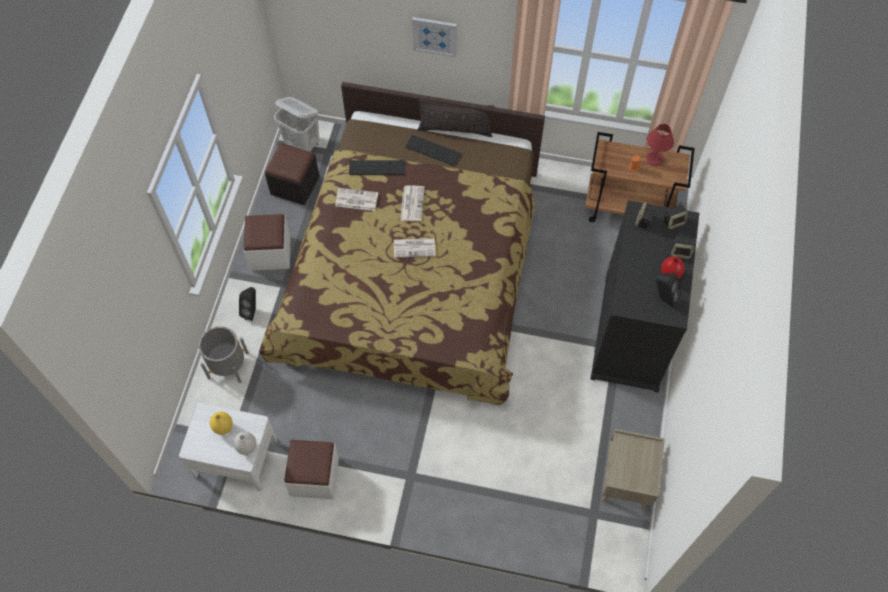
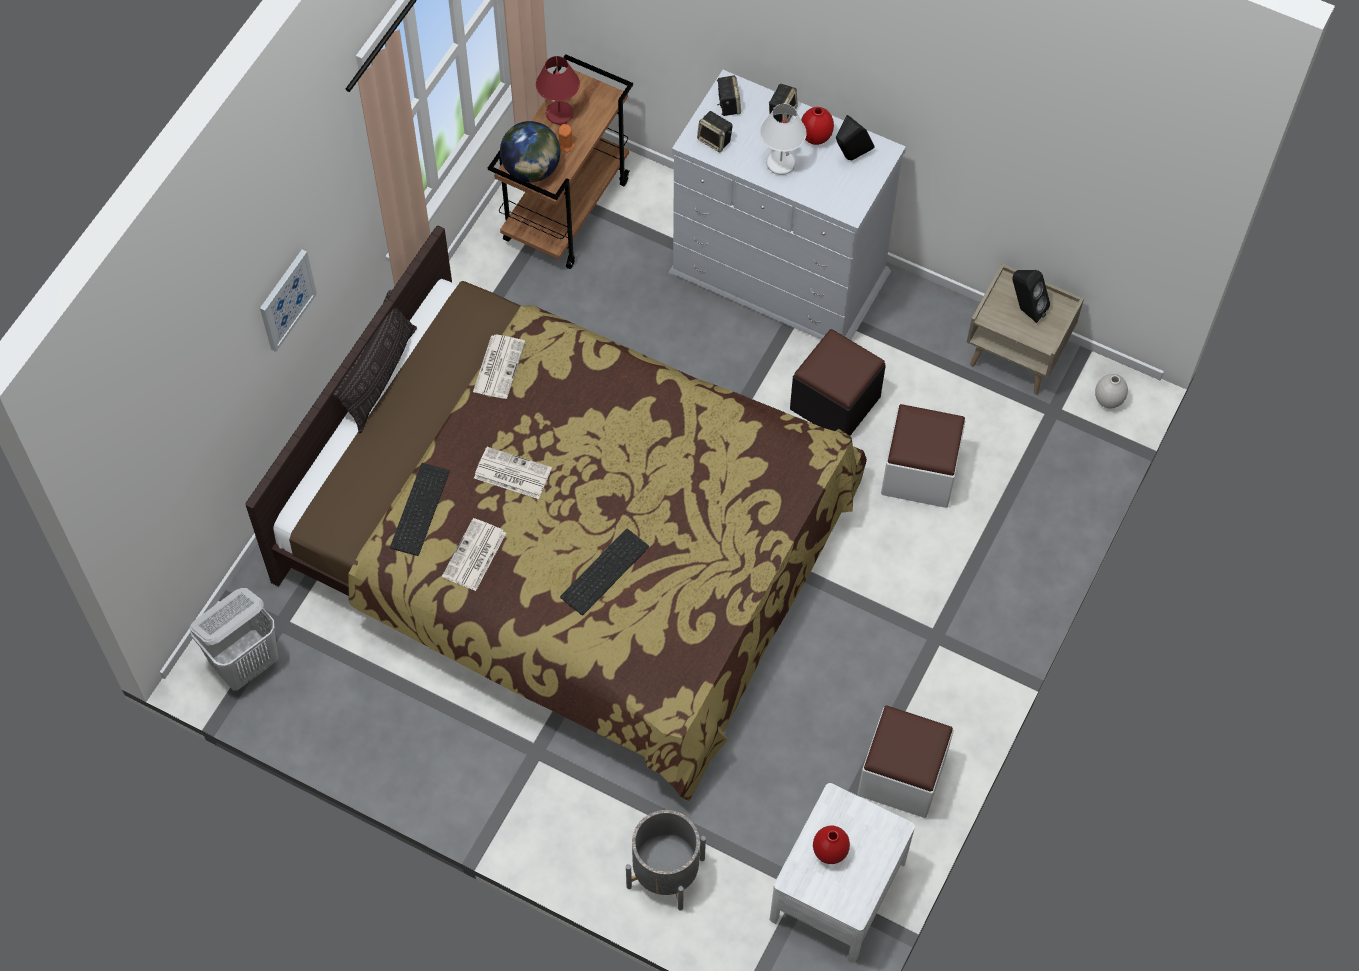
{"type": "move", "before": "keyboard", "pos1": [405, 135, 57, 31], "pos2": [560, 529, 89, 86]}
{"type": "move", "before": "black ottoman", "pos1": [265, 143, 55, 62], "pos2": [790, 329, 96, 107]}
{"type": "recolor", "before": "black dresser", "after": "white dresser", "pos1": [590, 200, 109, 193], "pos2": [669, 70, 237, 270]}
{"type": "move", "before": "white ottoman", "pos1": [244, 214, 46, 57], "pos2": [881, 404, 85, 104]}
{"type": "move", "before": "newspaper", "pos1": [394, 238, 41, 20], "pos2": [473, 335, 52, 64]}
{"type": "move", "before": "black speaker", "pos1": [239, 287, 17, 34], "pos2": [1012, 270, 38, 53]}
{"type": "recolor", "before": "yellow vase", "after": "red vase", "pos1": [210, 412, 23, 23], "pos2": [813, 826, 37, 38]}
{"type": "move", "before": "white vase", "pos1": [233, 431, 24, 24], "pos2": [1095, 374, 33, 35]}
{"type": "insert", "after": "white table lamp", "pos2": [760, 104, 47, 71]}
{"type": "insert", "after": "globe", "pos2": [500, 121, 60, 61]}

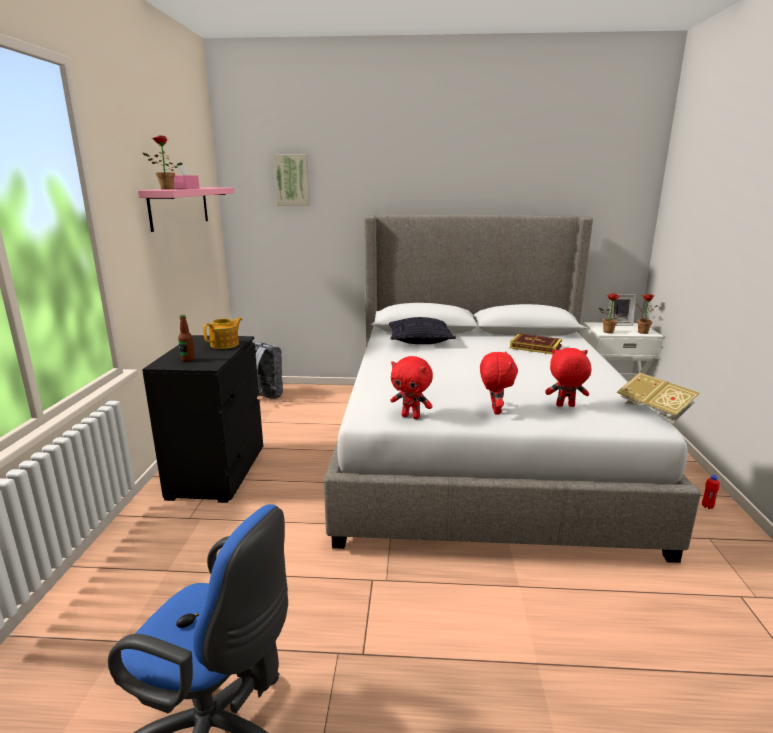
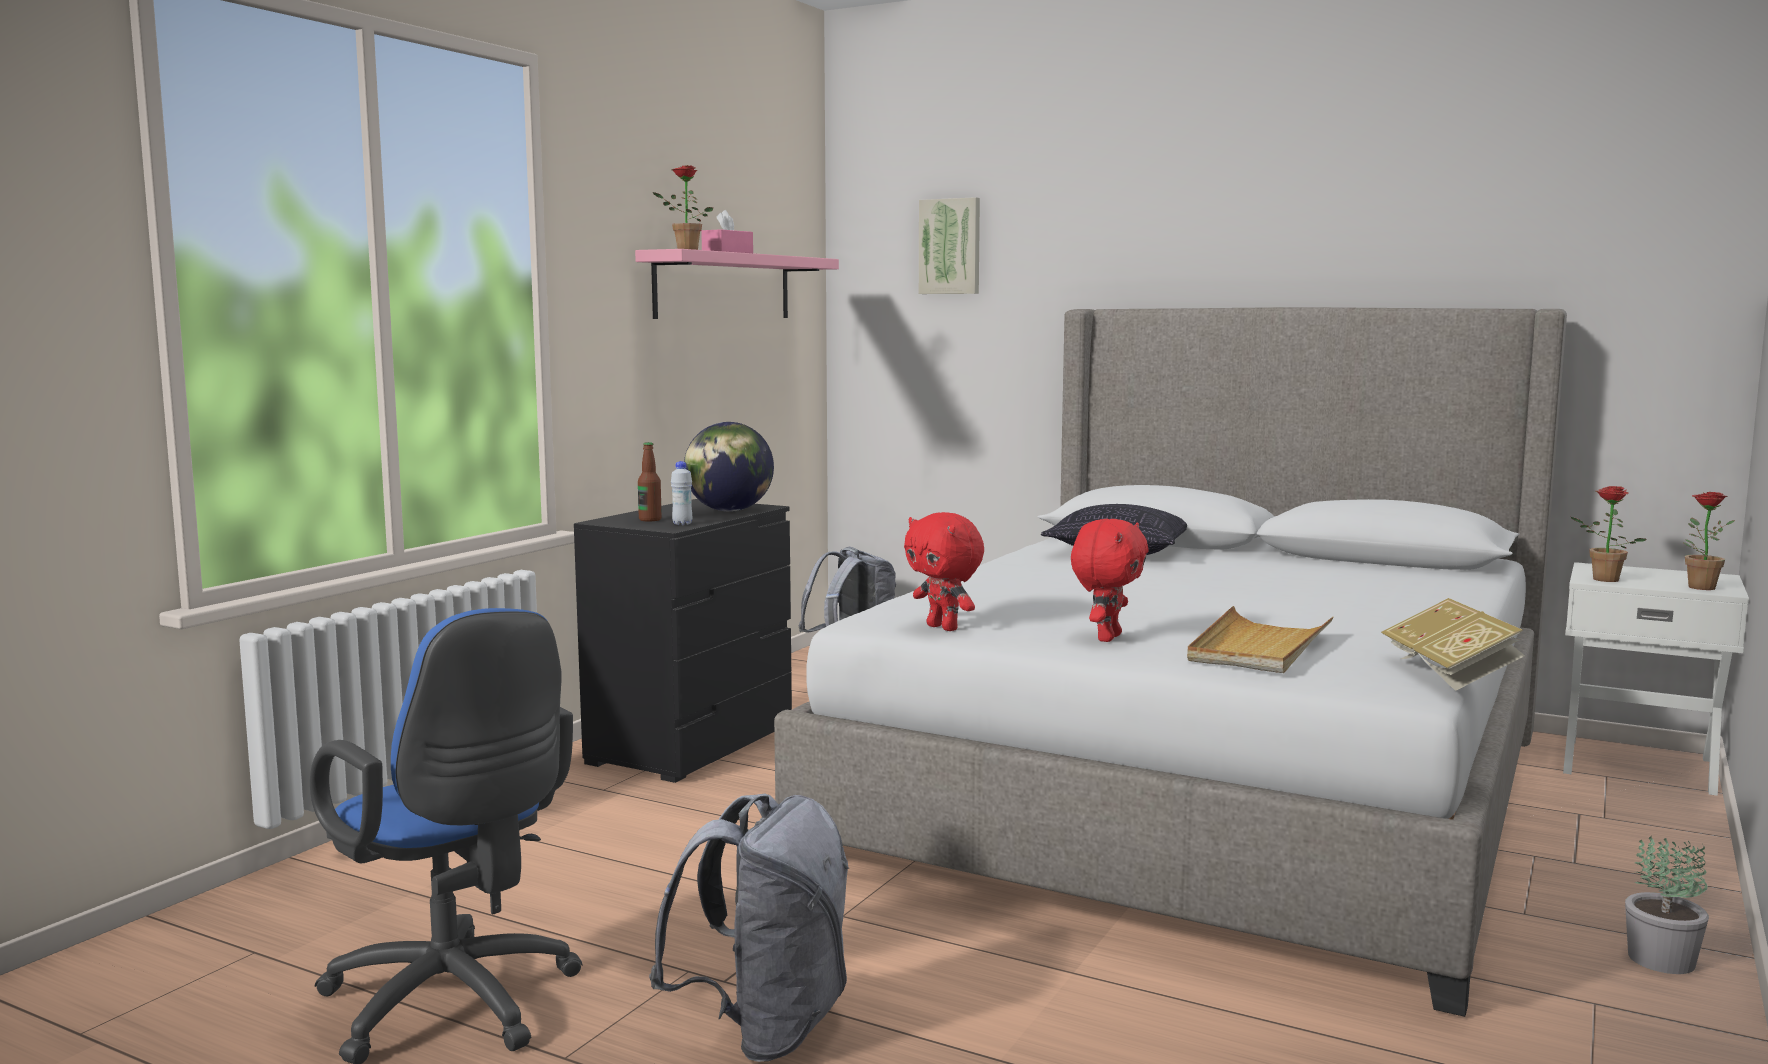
{"type": "delete", "before": "picture frame", "pos1": [607, 294, 29, 32]}
{"type": "replace", "before": "teapot", "after": "globe", "pos1": [203, 317, 39, 32], "pos2": [684, 422, 90, 90]}
{"type": "delete", "before": "book", "pos1": [510, 333, 52, 21]}
{"type": "replace", "before": "red plush toy", "after": "beige tray", "pos1": [545, 348, 46, 59], "pos2": [1187, 606, 146, 67]}
{"type": "replace", "before": "red bottle", "after": "potted plant", "pos1": [702, 475, 18, 34], "pos2": [1625, 837, 84, 137]}
{"type": "insert", "after": "white bottle", "pos2": [671, 461, 21, 64]}
{"type": "insert", "after": "grey backpack", "pos2": [649, 794, 200, 268]}

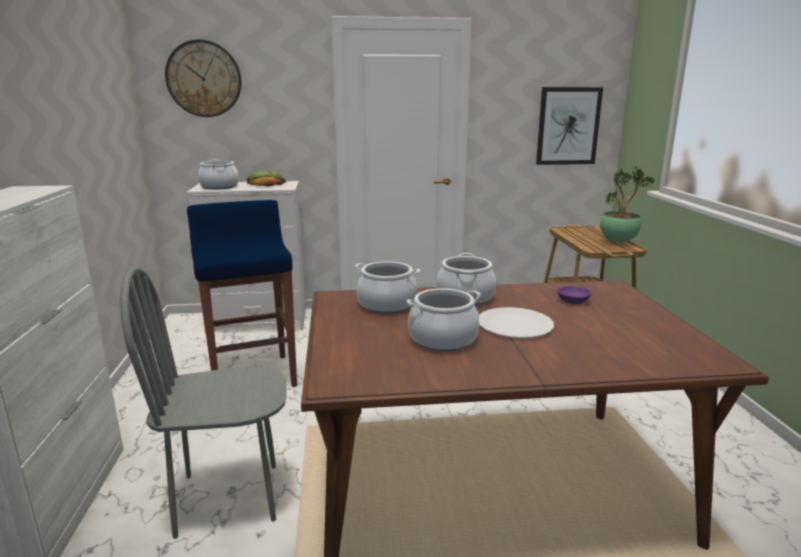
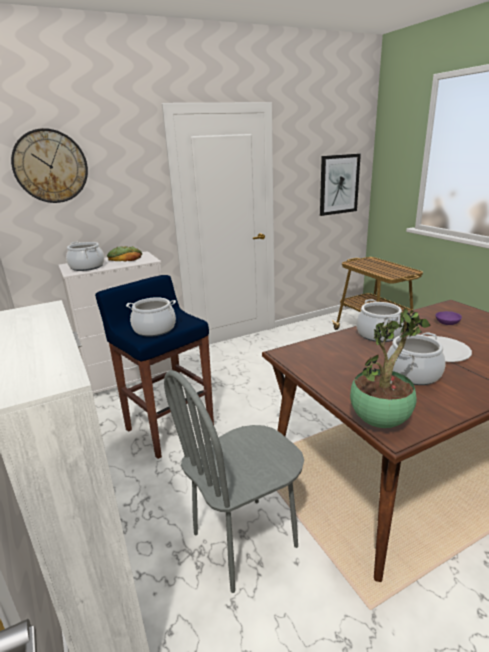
{"type": "move", "before": "potted plant", "pos1": [600, 166, 55, 77], "pos2": [350, 308, 81, 120]}
{"type": "move", "before": "cooking pot", "pos1": [355, 261, 65, 53], "pos2": [126, 297, 50, 40]}

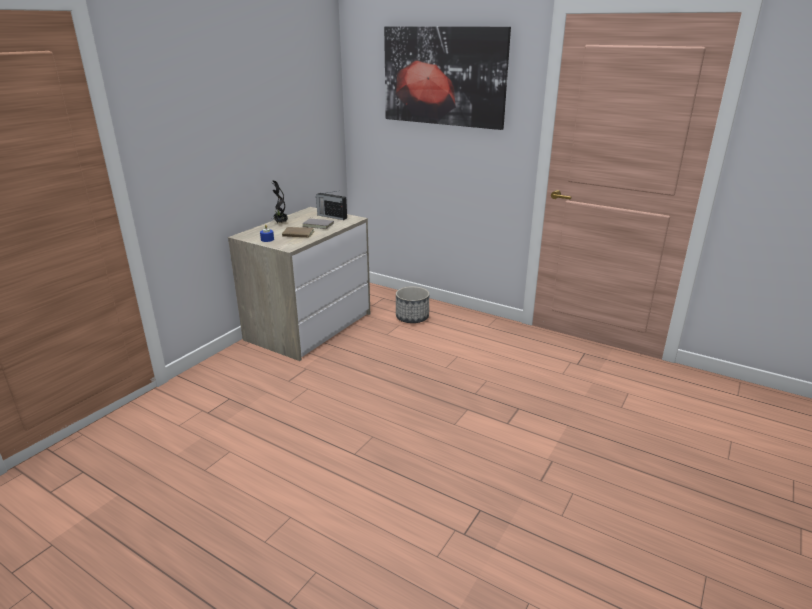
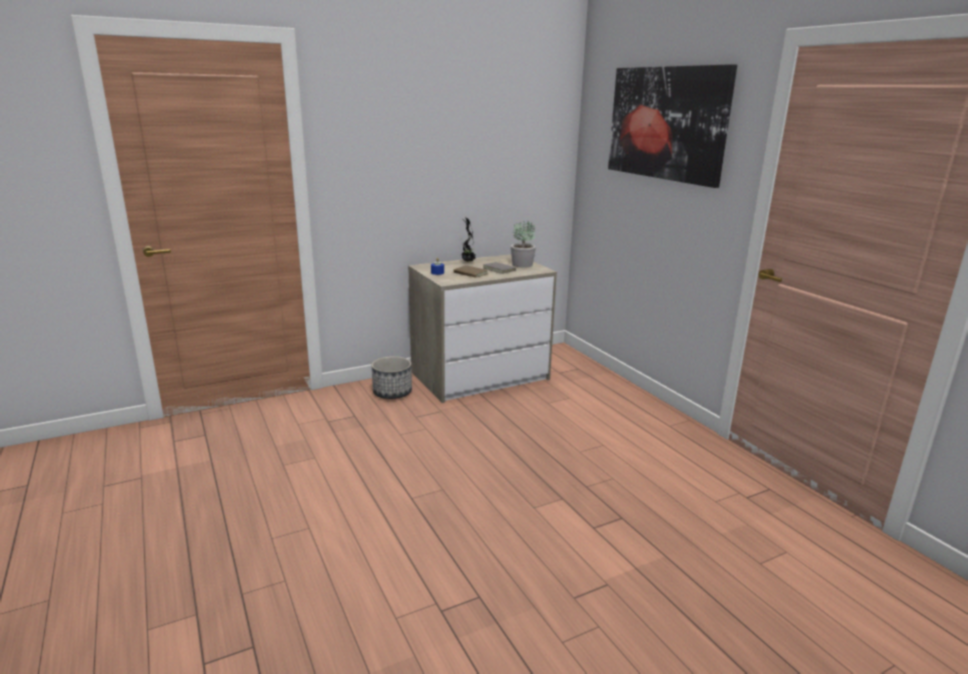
{"type": "replace", "before": "radio", "after": "potted plant", "pos1": [316, 191, 31, 29], "pos2": [511, 221, 25, 47]}
{"type": "move", "before": "planter", "pos1": [396, 286, 33, 37], "pos2": [372, 356, 40, 43]}

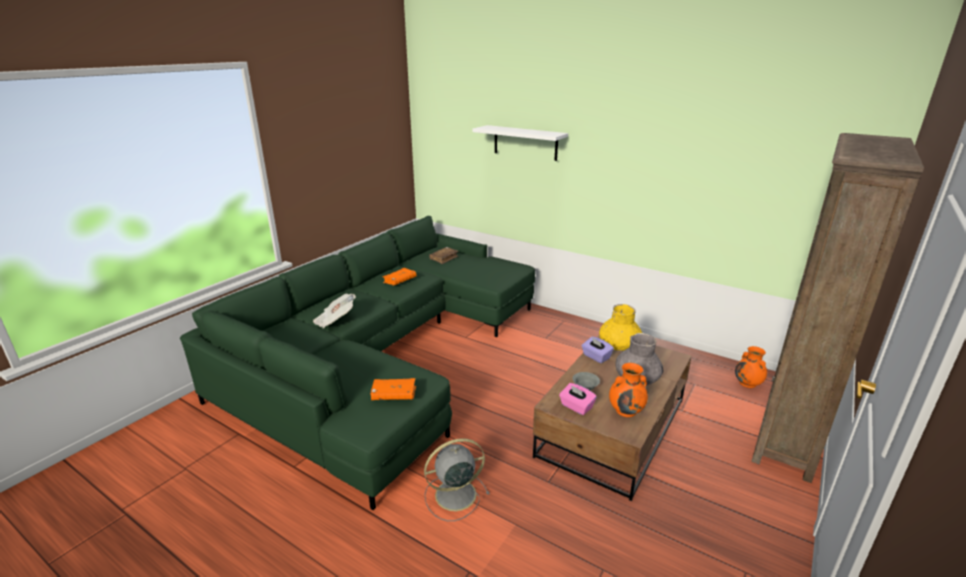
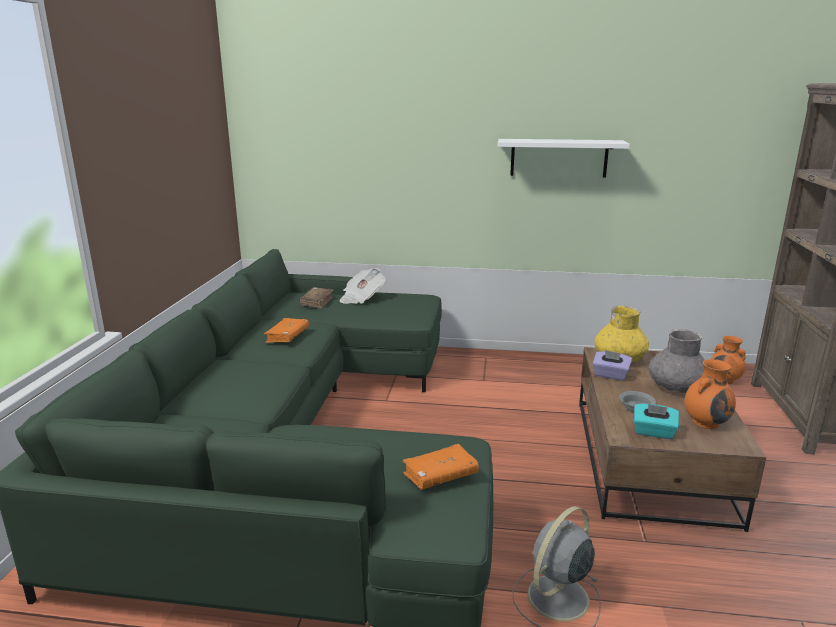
{"type": "move", "before": "white shelf", "pos1": [472, 125, 96, 36], "pos2": [498, 139, 132, 39]}
{"type": "move", "before": "newspaper", "pos1": [313, 294, 43, 34], "pos2": [340, 268, 45, 36]}
{"type": "recolor", "before": "pink tissue box", "after": "turquoise tissue box", "pos1": [559, 383, 38, 32], "pos2": [634, 404, 45, 35]}

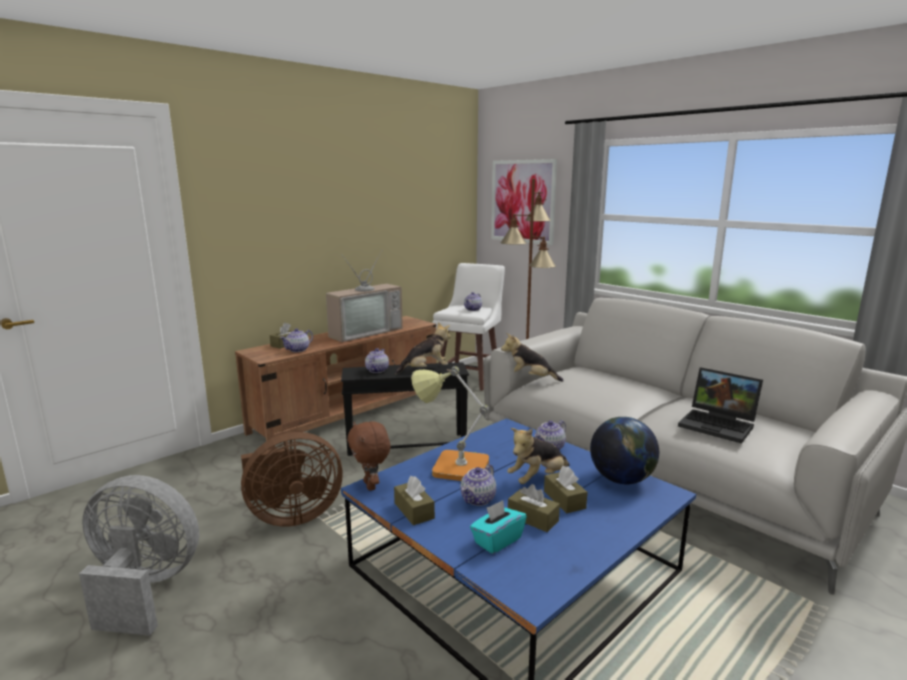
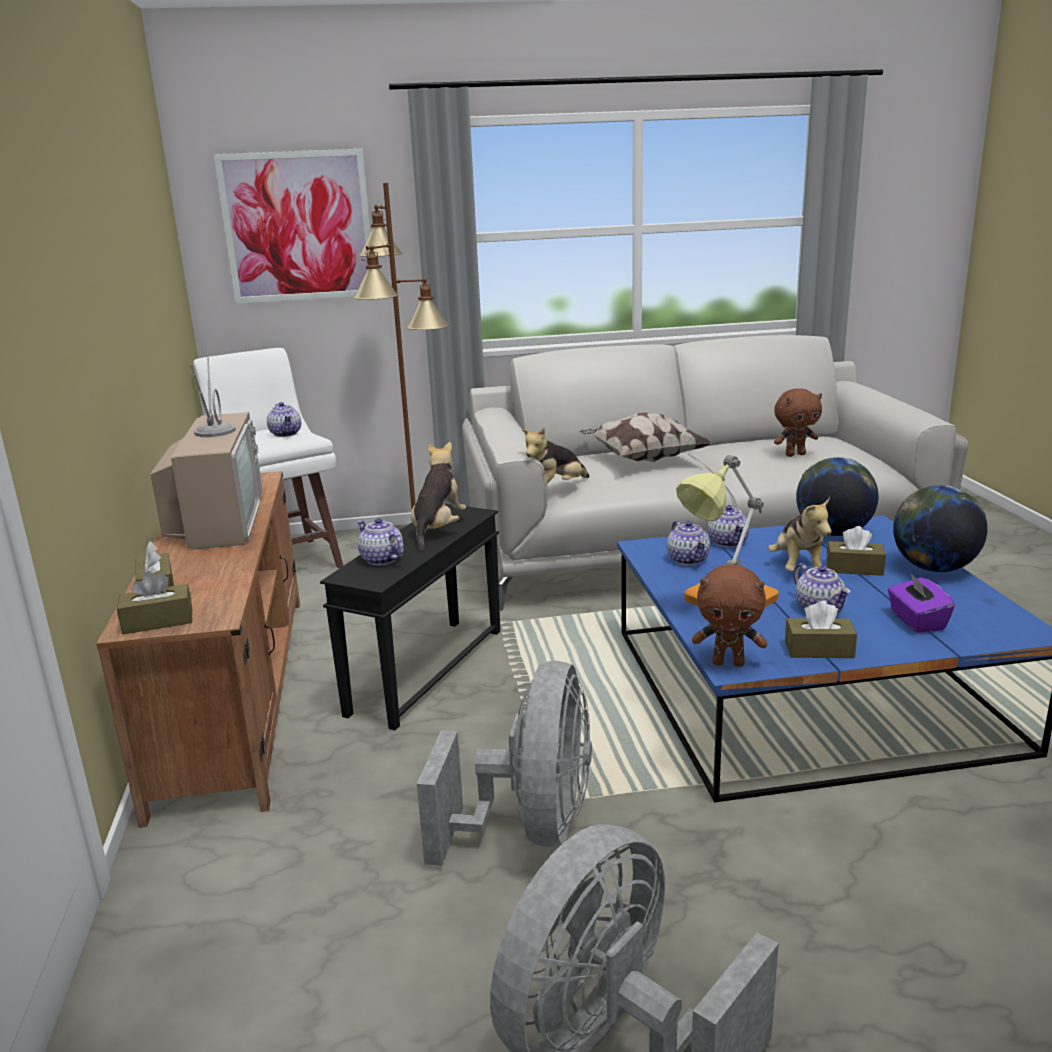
{"type": "move", "before": "teapot", "pos1": [280, 328, 33, 24], "pos2": [667, 520, 43, 45]}
{"type": "replace", "before": "laptop", "after": "brown plush toy", "pos1": [678, 367, 85, 77], "pos2": [774, 388, 48, 69]}
{"type": "recolor", "before": "brown fan", "after": "grey fan", "pos1": [241, 432, 102, 95], "pos2": [417, 661, 175, 205]}
{"type": "move", "before": "brown tissue box", "pos1": [508, 484, 52, 48], "pos2": [117, 571, 75, 63]}
{"type": "recolor", "before": "turquoise tissue box", "after": "purple tissue box", "pos1": [470, 500, 57, 54], "pos2": [888, 572, 67, 61]}
{"type": "insert", "after": "pillow", "pos2": [579, 413, 132, 49]}
{"type": "insert", "after": "globe", "pos2": [893, 485, 95, 87]}

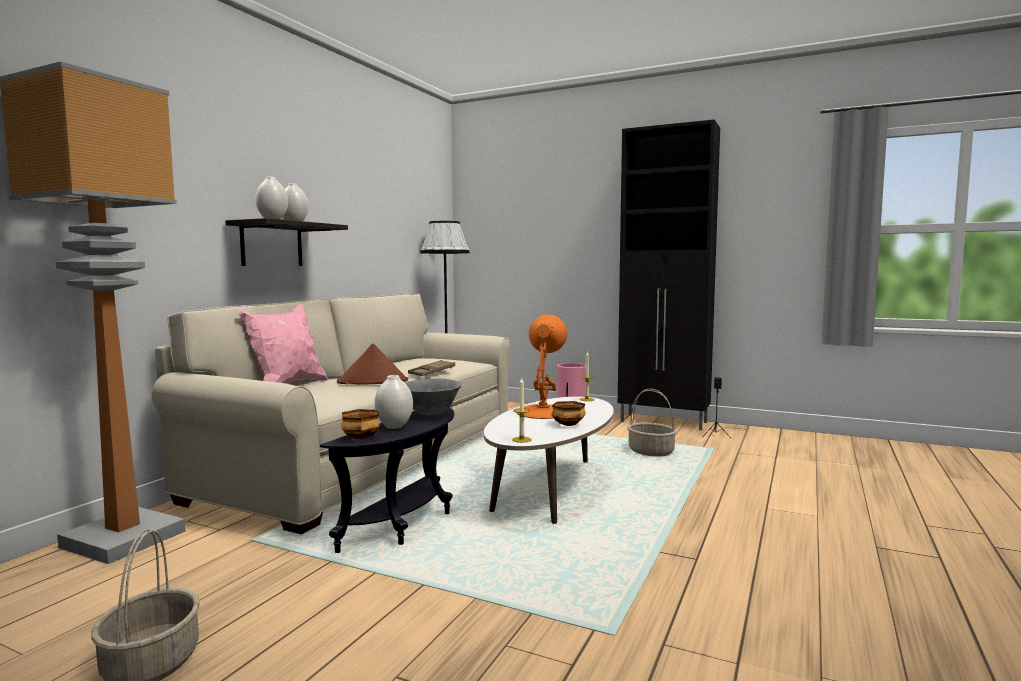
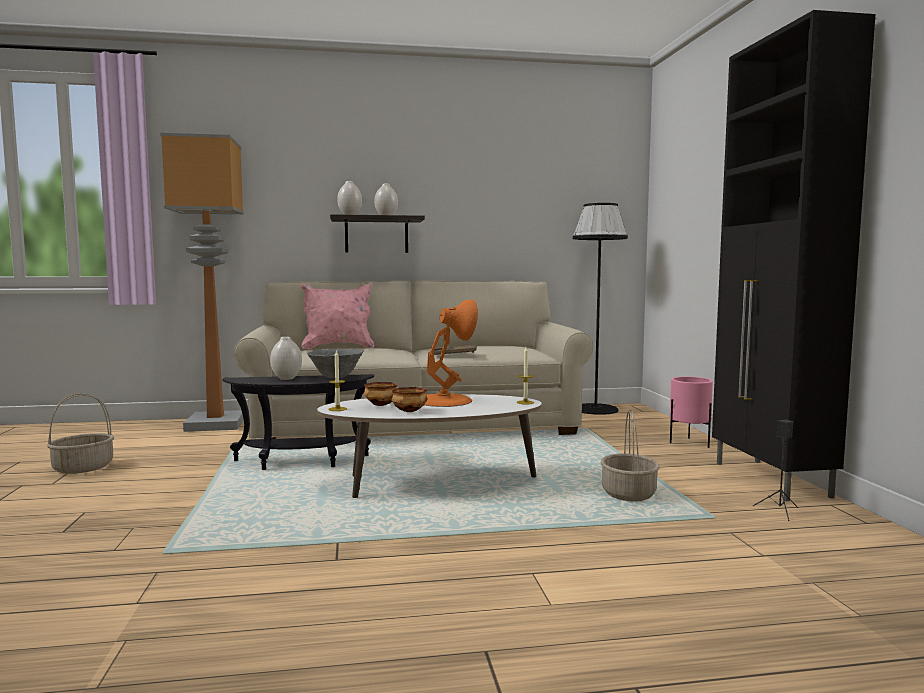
{"type": "delete", "before": "brown hat", "pos1": [337, 343, 71, 41]}
{"type": "move", "before": "bowl", "pos1": [342, 409, 38, 30], "pos2": [364, 382, 33, 24]}

